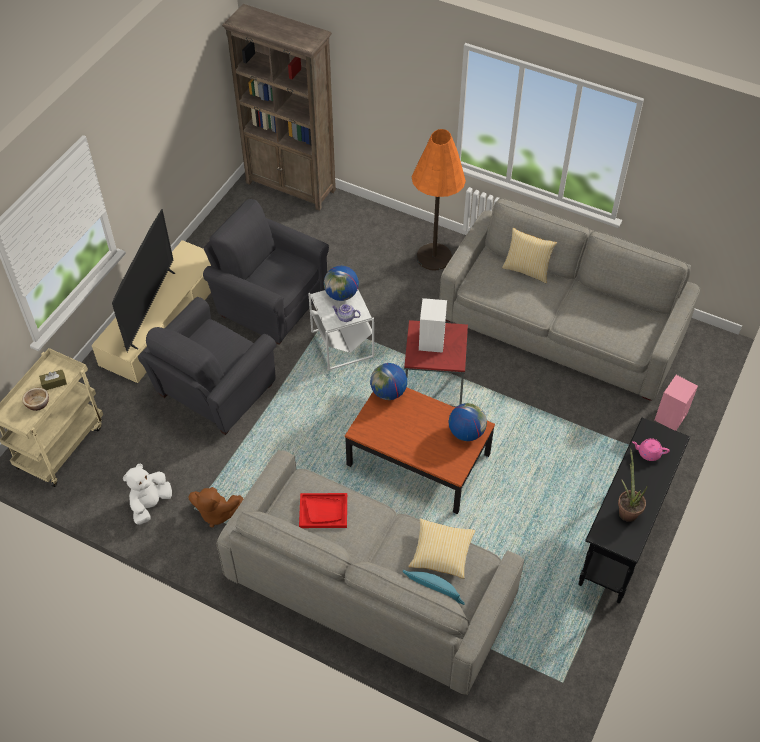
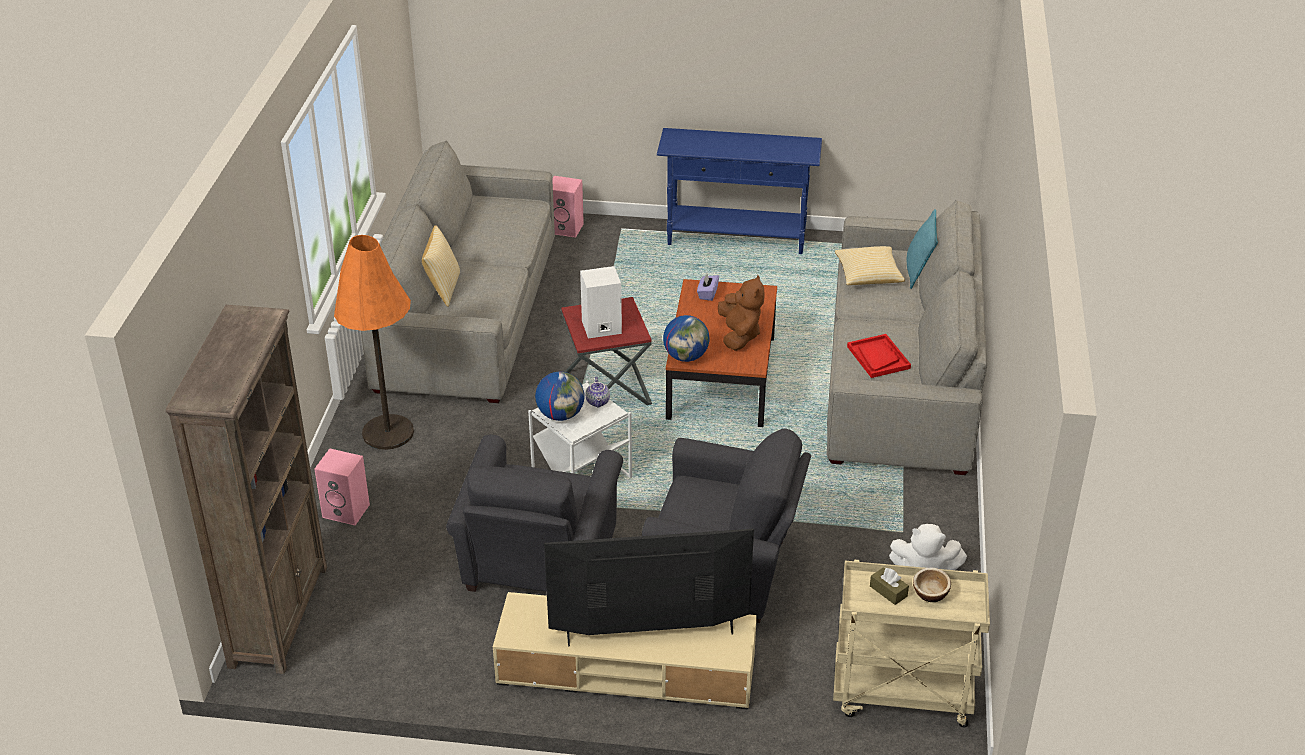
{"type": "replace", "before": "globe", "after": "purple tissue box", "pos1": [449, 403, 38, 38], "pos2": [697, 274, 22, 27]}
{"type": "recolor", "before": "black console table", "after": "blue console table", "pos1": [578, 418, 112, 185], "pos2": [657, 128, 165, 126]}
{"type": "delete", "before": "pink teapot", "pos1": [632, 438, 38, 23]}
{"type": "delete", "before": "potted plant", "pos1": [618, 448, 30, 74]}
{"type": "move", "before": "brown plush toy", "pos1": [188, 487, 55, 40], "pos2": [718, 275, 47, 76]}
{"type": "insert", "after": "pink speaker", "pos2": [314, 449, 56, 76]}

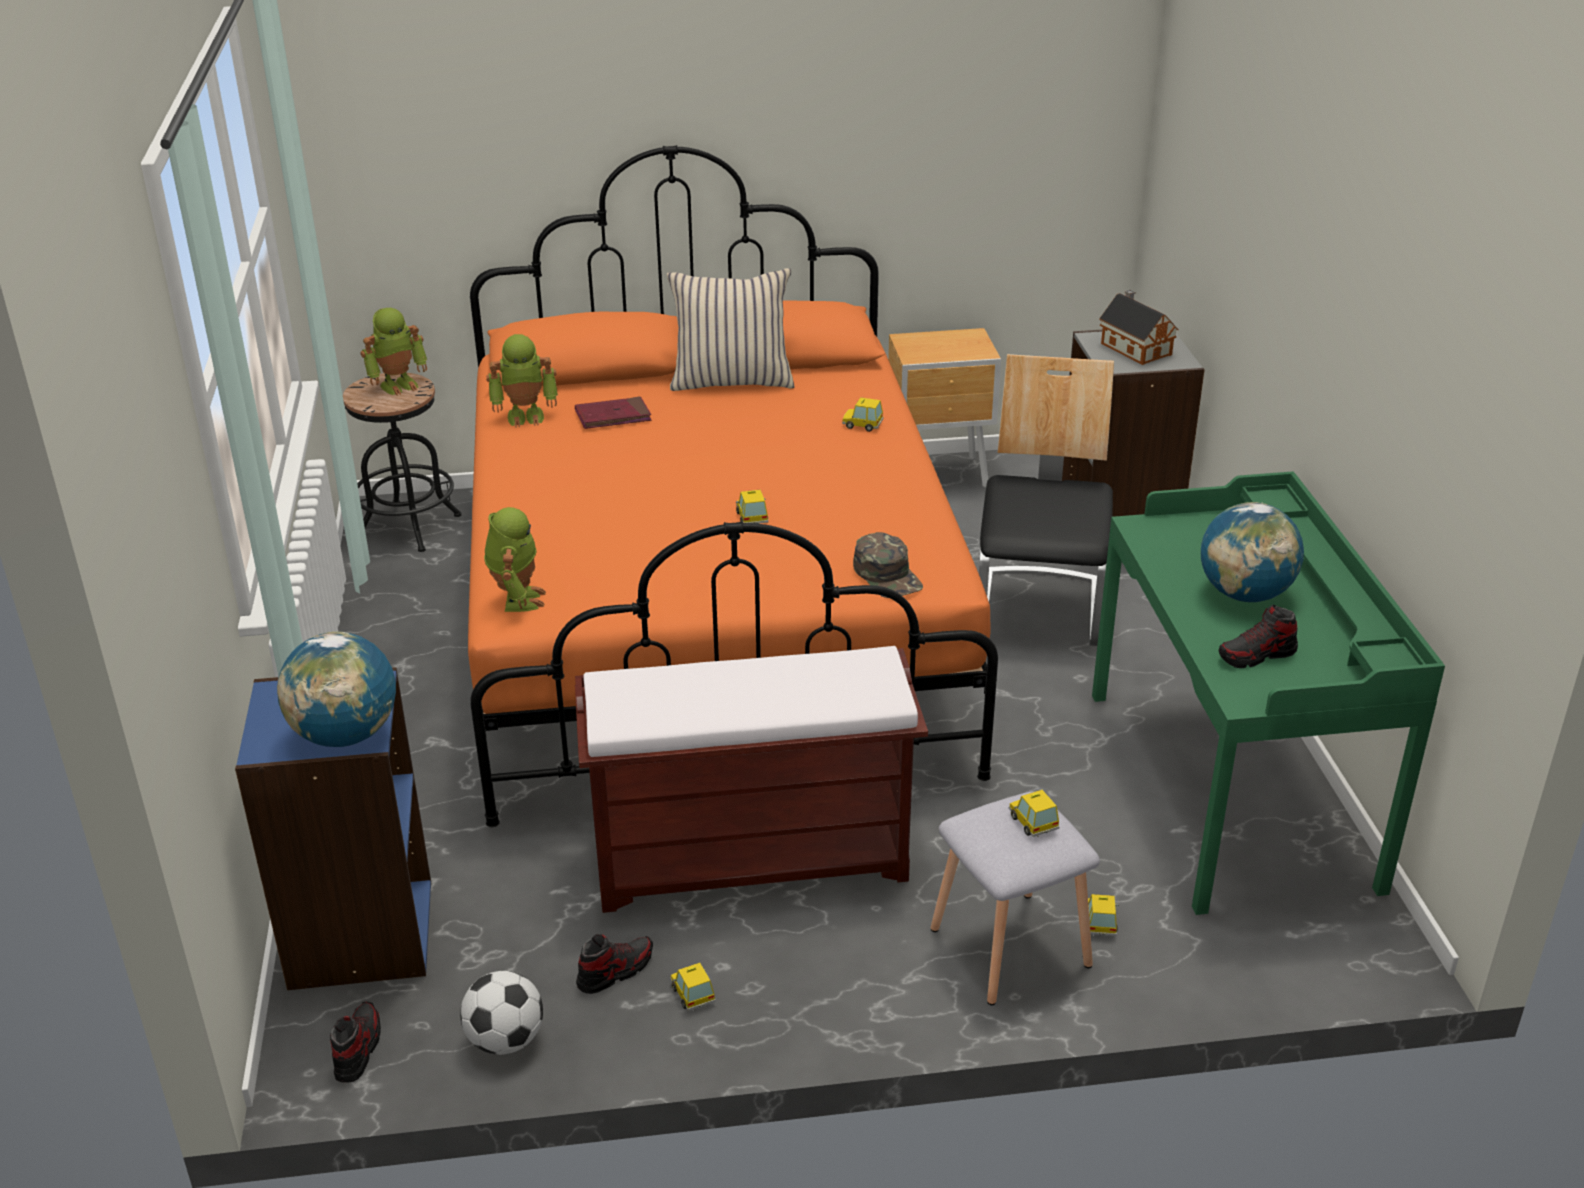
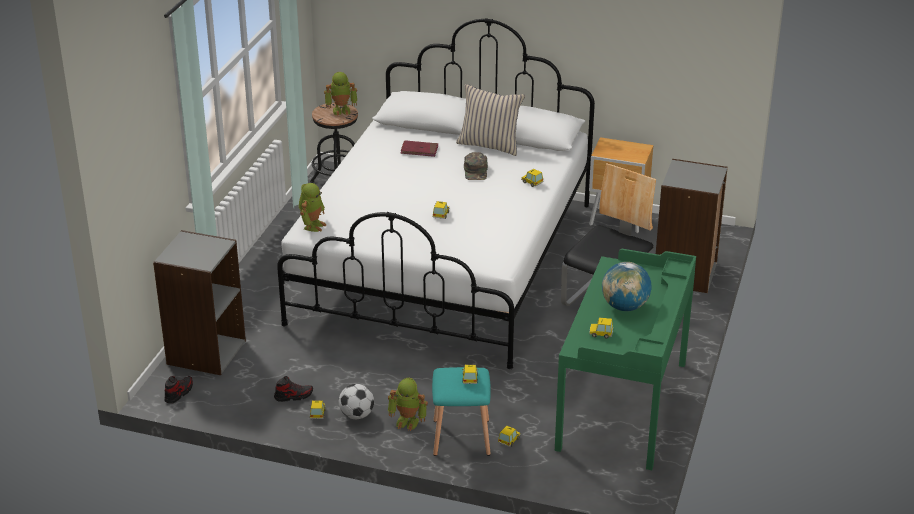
{"type": "recolor", "before": "orange bed", "after": "white bed", "pos1": [468, 145, 530, 682], "pos2": [277, 18, 318, 351]}
{"type": "delete", "before": "toy house", "pos1": [1099, 289, 80, 76]}
{"type": "move", "before": "toy robot", "pos1": [486, 334, 72, 94], "pos2": [388, 377, 40, 54]}
{"type": "move", "before": "green cap", "pos1": [853, 532, 70, 66], "pos2": [464, 152, 24, 28]}
{"type": "replace", "before": "shoe", "after": "toy car", "pos1": [1219, 605, 79, 63], "pos2": [590, 317, 23, 22]}
{"type": "delete", "before": "globe", "pos1": [277, 632, 119, 115]}
{"type": "delete", "before": "brown bench", "pos1": [575, 646, 353, 267]}
{"type": "recolor", "before": "blue bookcase", "after": "grey bookcase", "pos1": [235, 667, 196, 323], "pos2": [153, 230, 93, 145]}
{"type": "recolor", "before": "grey stool", "after": "turquoise stool", "pos1": [931, 791, 169, 214], "pos2": [432, 367, 59, 89]}
{"type": "move", "before": "football", "pos1": [460, 971, 83, 84], "pos2": [339, 384, 35, 35]}

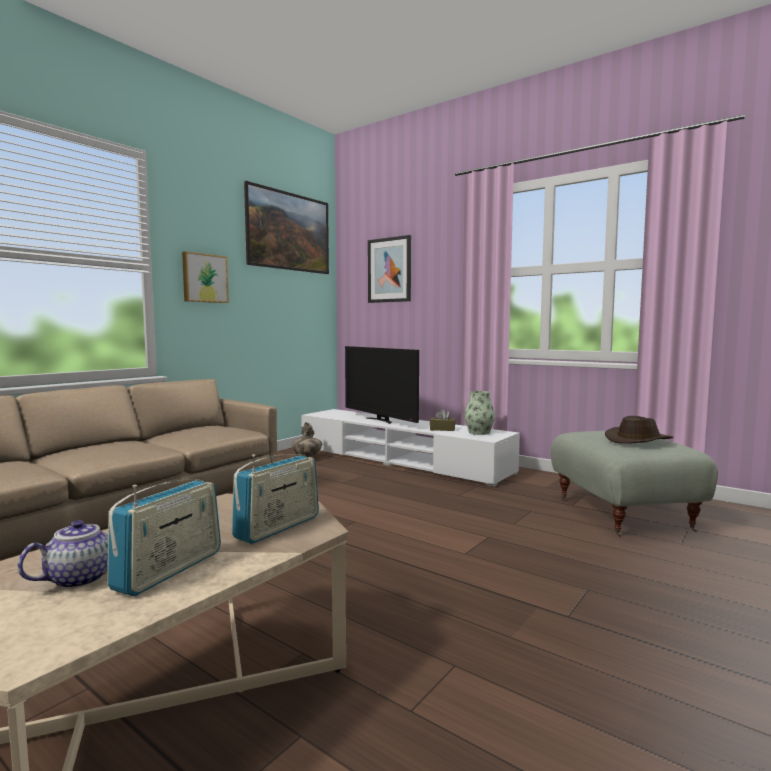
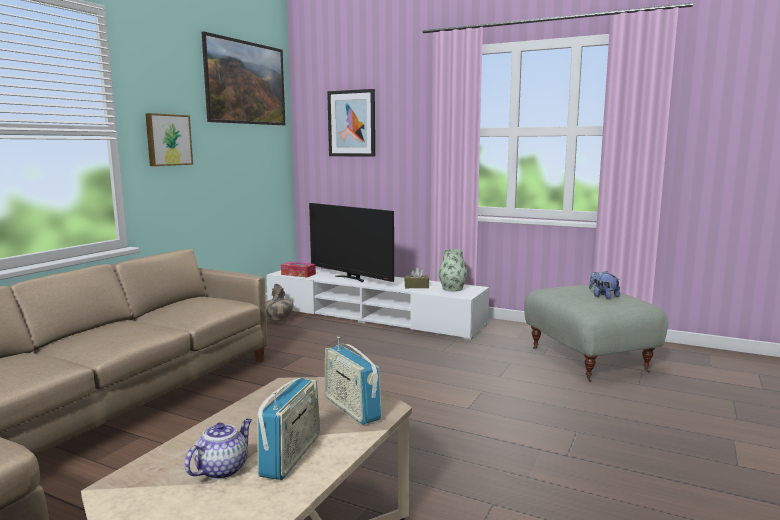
{"type": "replace", "before": "brown hat", "after": "plush toy", "pos1": [605, 416, 69, 28], "pos2": [589, 271, 31, 28]}
{"type": "rotate", "before": "radio", "pos1": [232, 454, 87, 90], "pos2": [325, 337, 57, 88], "turn": 120}
{"type": "insert", "after": "tissue box", "pos2": [281, 262, 35, 15]}

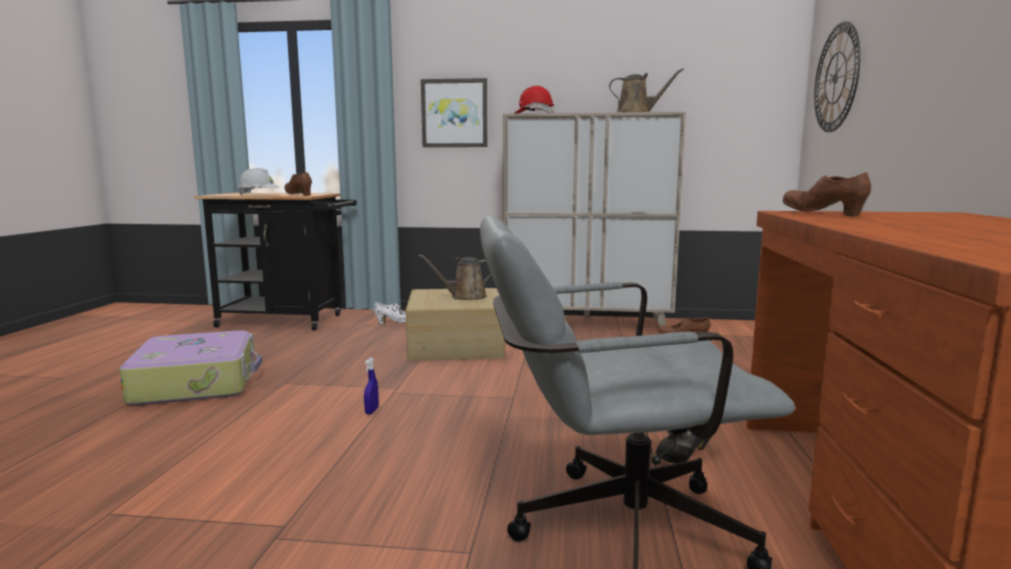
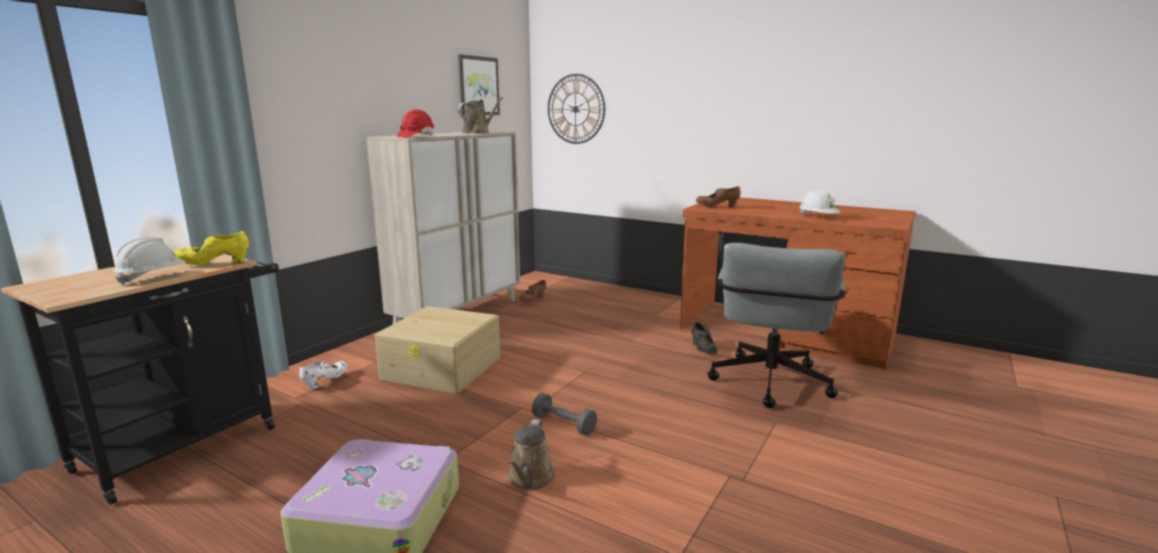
{"type": "move", "before": "picture", "pos1": [421, 78, 67, 69], "pos2": [458, 54, 42, 62]}
{"type": "recolor", "before": "brown shoe", "after": "yellow shoe", "pos1": [284, 172, 28, 24], "pos2": [174, 231, 75, 34]}
{"type": "move", "before": "brown watering can", "pos1": [419, 255, 72, 45], "pos2": [508, 419, 47, 72]}
{"type": "replace", "before": "blue spray bottle", "after": "grey dumbbell", "pos1": [364, 358, 15, 57], "pos2": [532, 393, 65, 43]}
{"type": "insert", "after": "white hard hat", "pos2": [799, 190, 41, 25]}

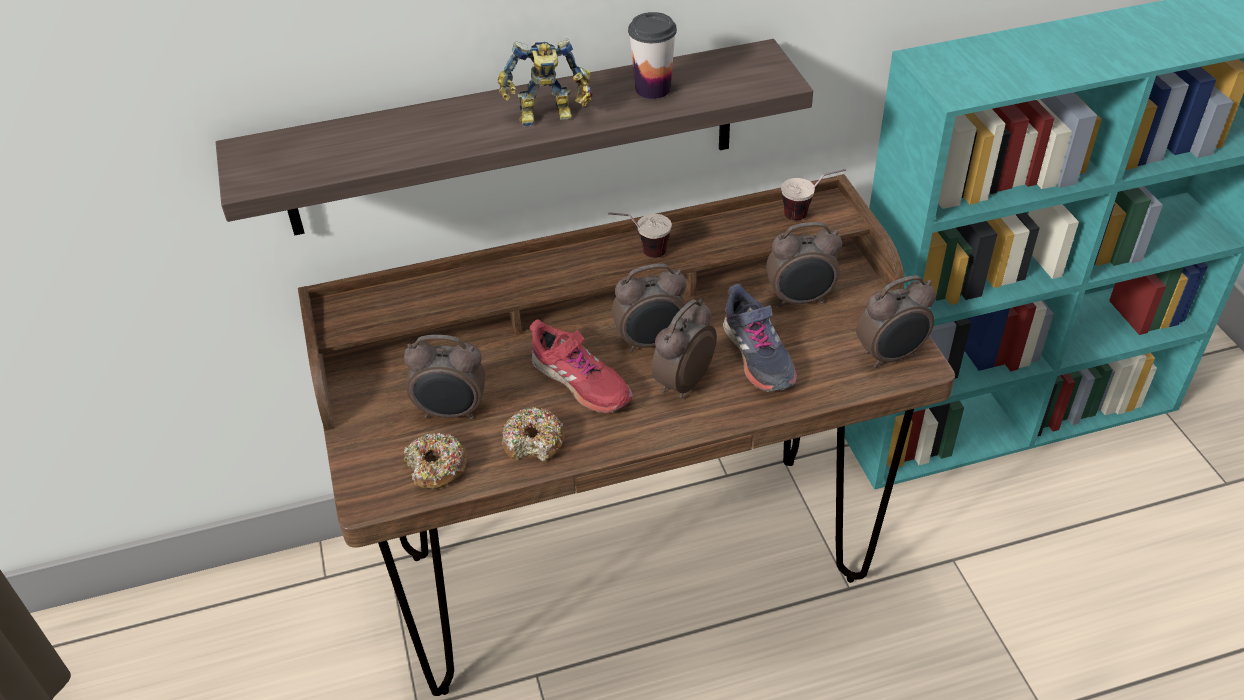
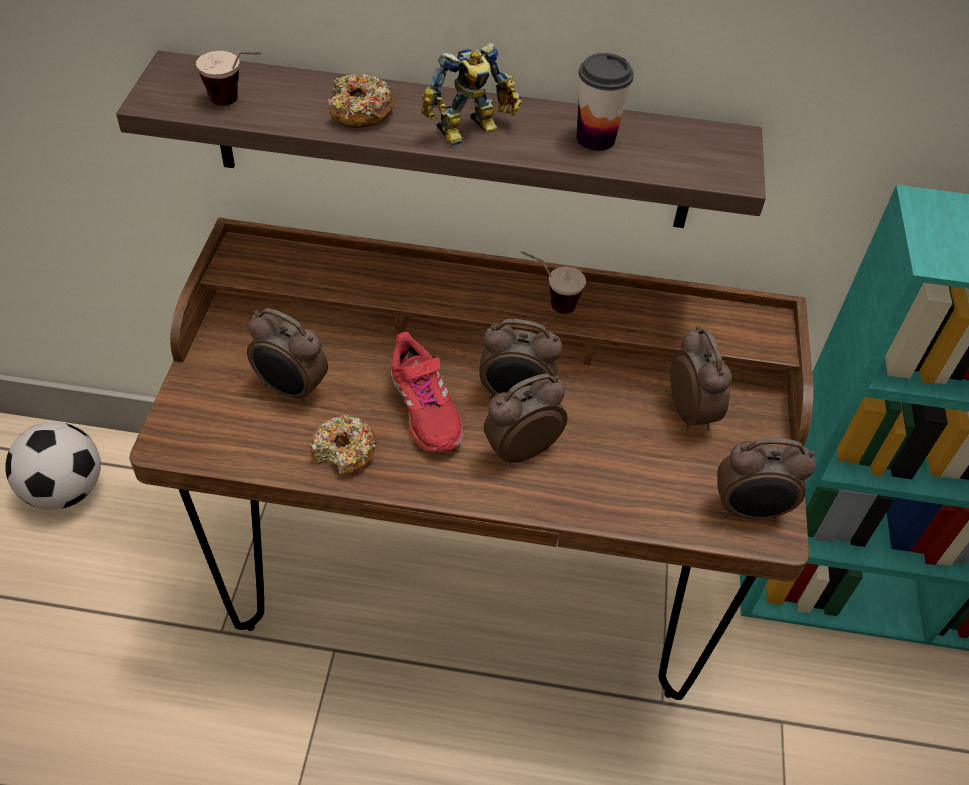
{"type": "rotate", "before": "toy robot", "pos1": [498, 39, 95, 87], "pos2": [421, 43, 101, 103], "turn": -45}
{"type": "move", "before": "cup", "pos1": [781, 169, 65, 52], "pos2": [196, 51, 65, 55]}
{"type": "rotate", "before": "alarm clock", "pos1": [766, 222, 76, 85], "pos2": [670, 325, 62, 105], "turn": -120}
{"type": "delete", "before": "grey shoe", "pos1": [723, 284, 74, 108]}
{"type": "move", "before": "donut", "pos1": [404, 433, 64, 56], "pos2": [328, 74, 68, 54]}
{"type": "insert", "after": "football", "pos2": [5, 422, 96, 88]}

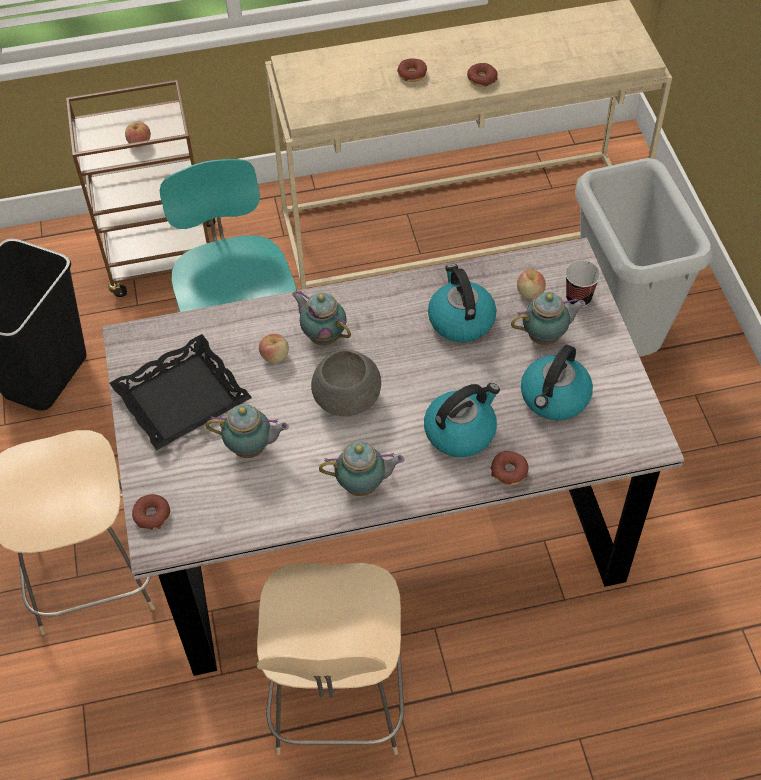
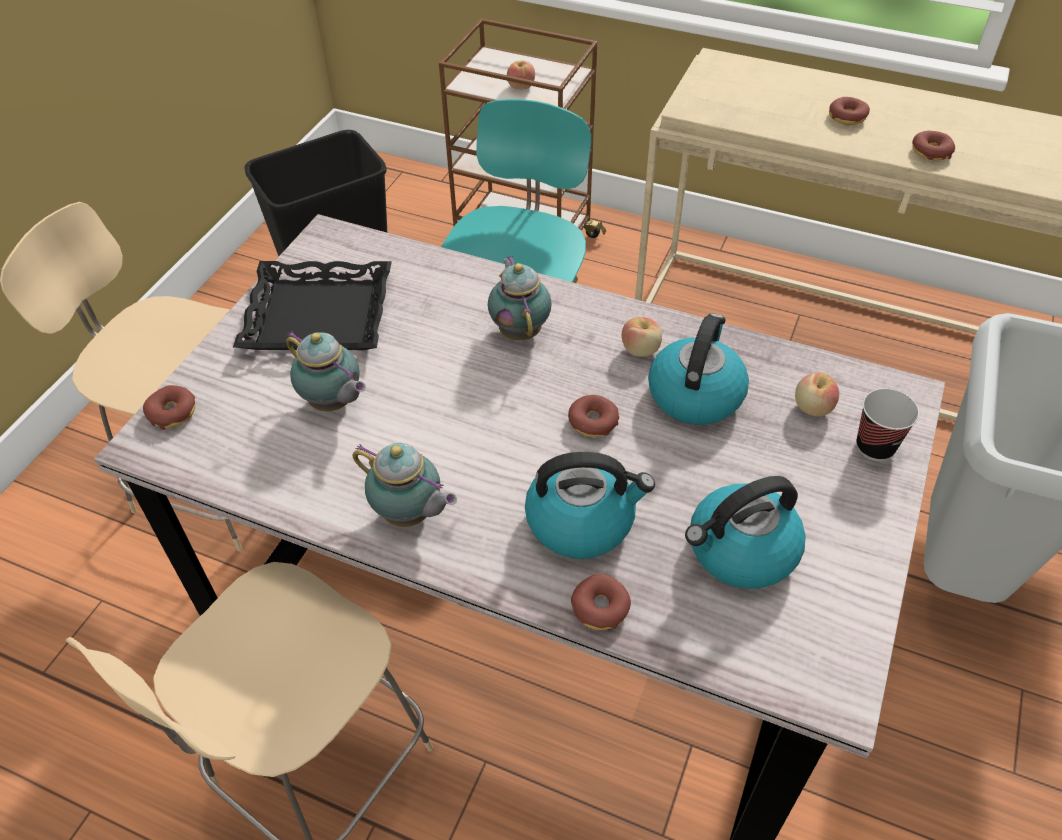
{"type": "delete", "before": "teapot", "pos1": [511, 292, 75, 53]}
{"type": "move", "before": "apple", "pos1": [259, 334, 30, 29], "pos2": [622, 317, 40, 40]}
{"type": "delete", "before": "grey bowl", "pos1": [311, 350, 70, 66]}
{"type": "insert", "after": "donut", "pos2": [568, 395, 51, 42]}

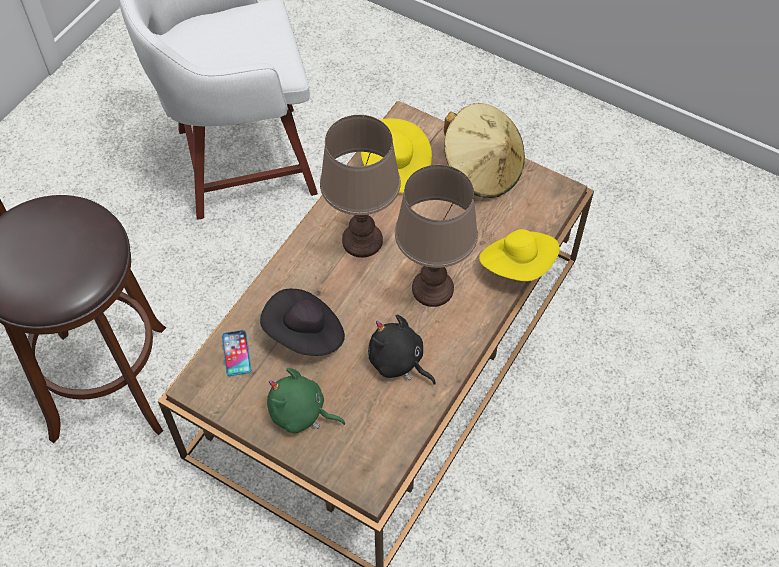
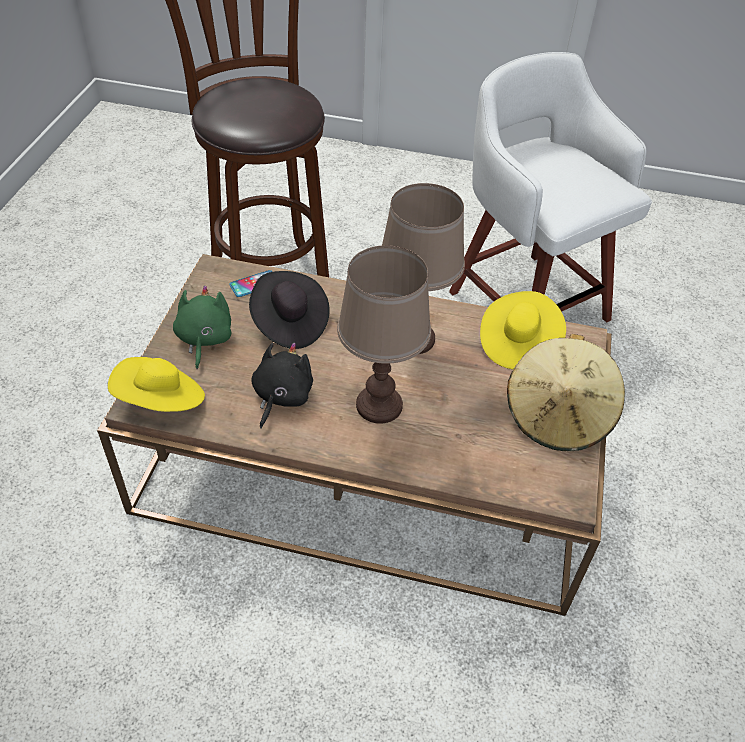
{"type": "move", "before": "yellow hat", "pos1": [479, 229, 81, 52], "pos2": [108, 357, 97, 55]}

